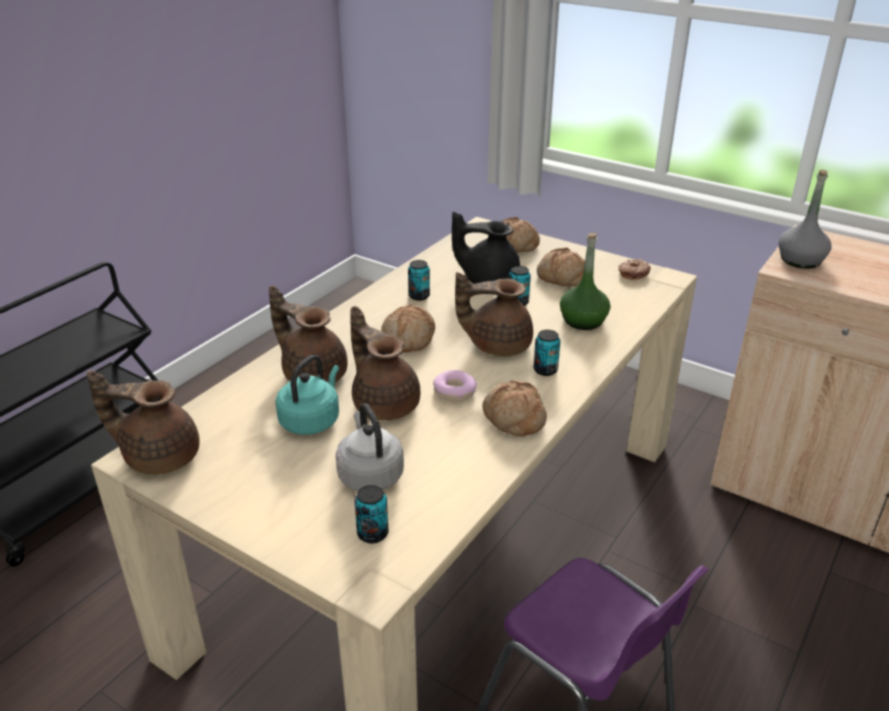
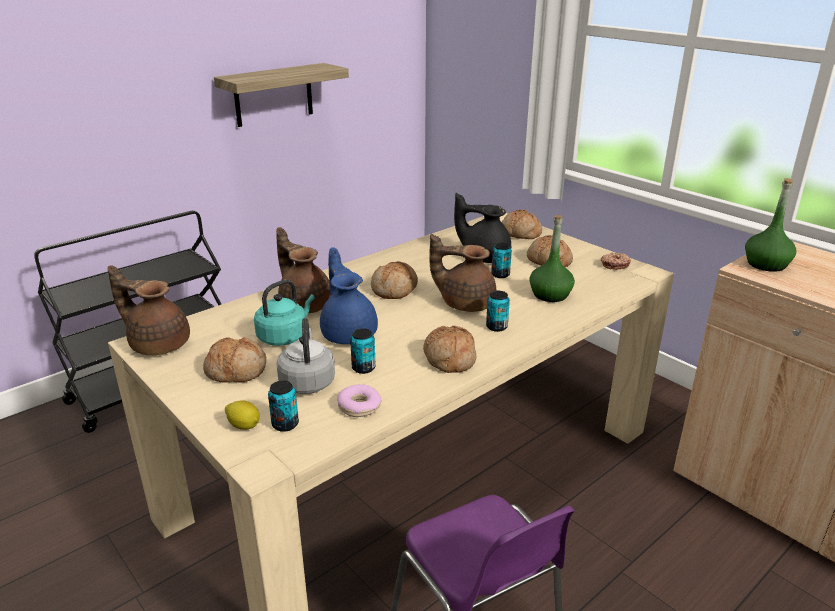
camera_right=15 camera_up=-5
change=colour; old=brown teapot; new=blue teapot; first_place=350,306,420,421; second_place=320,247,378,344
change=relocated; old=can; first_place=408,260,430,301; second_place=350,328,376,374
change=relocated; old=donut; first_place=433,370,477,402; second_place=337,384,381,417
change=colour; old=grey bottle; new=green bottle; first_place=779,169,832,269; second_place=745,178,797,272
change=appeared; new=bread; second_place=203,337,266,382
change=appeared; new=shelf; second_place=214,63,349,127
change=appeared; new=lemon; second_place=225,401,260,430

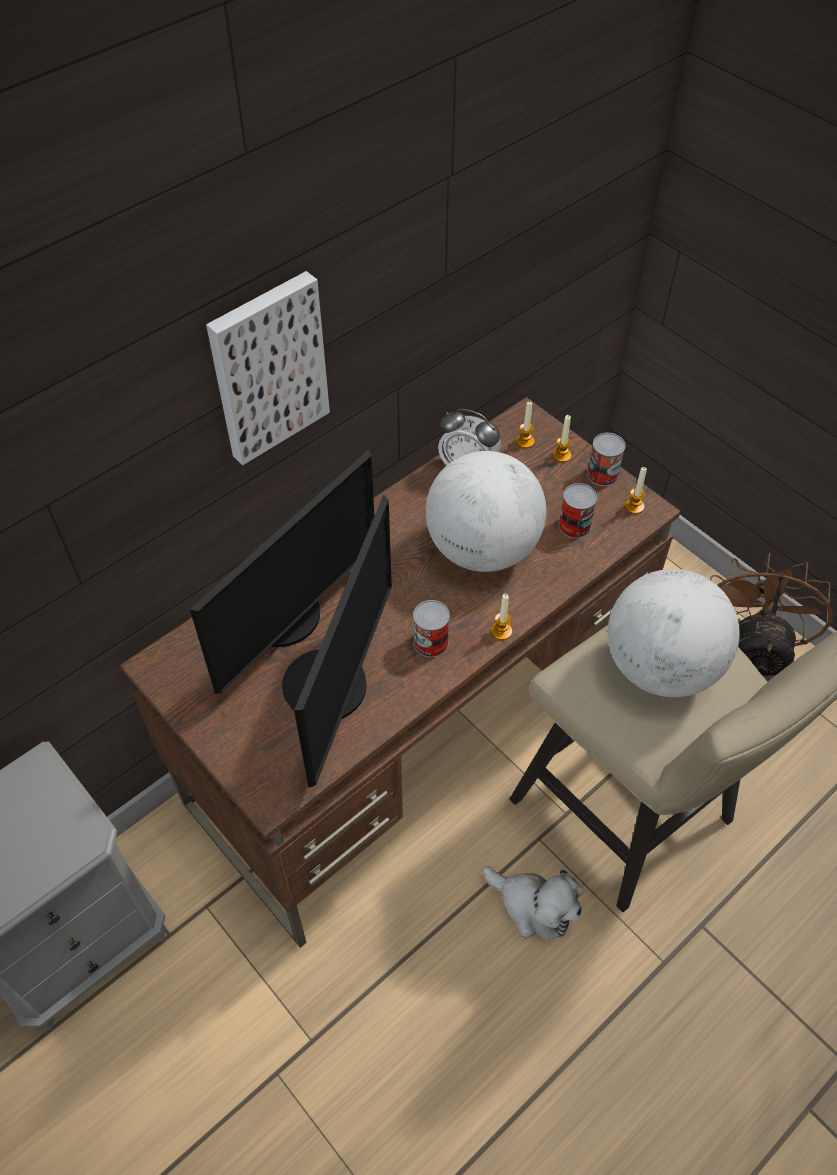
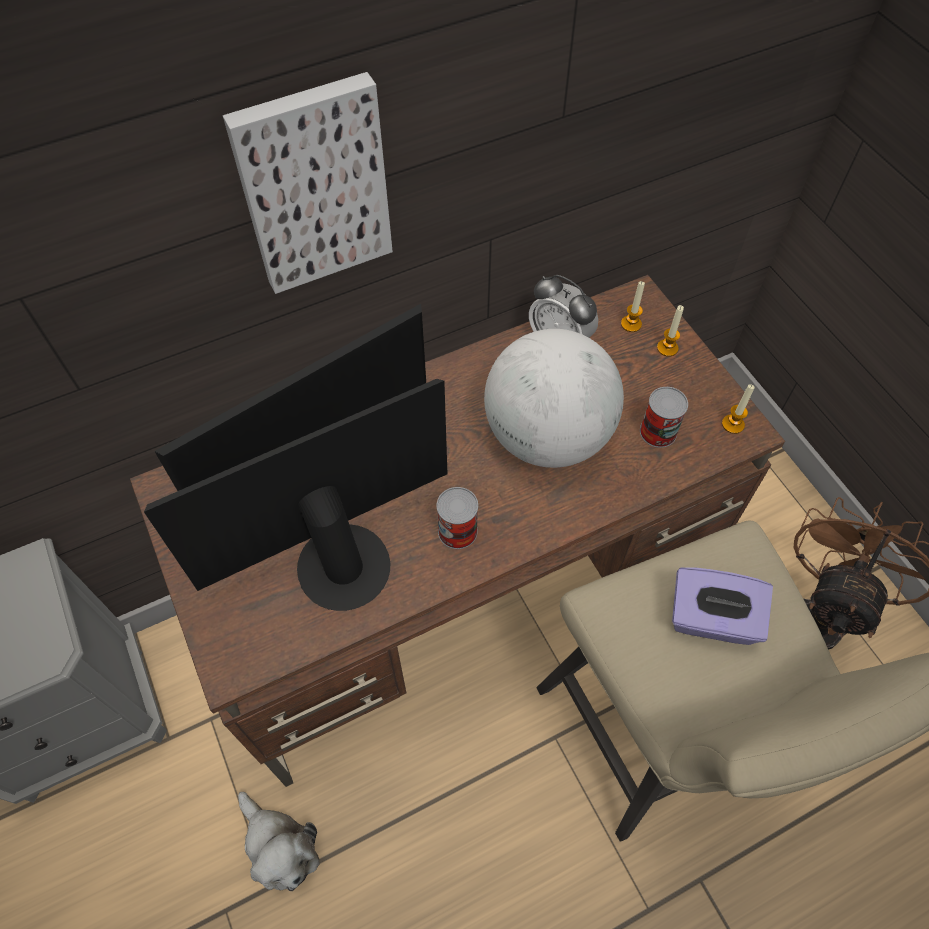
camera_right=15 camera_up=5
change=spun; old=monitor; first_place=282,494,392,788; second_place=144,379,447,611; degrees=-150
change=relocated; old=plush toy; first_place=483,866,583,940; second_place=238,792,320,891
change=missing; old=candle; first_place=491,594,512,640
change=missing; old=can; first_place=587,433,625,486
change=exchanged; old=globe; new=purple tissue box; first_place=608,569,740,697; second_place=672,567,773,645

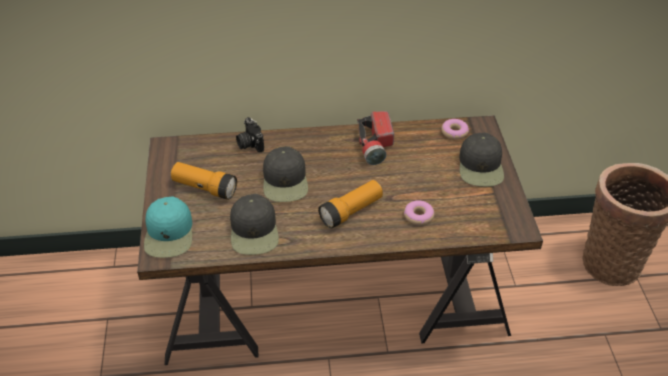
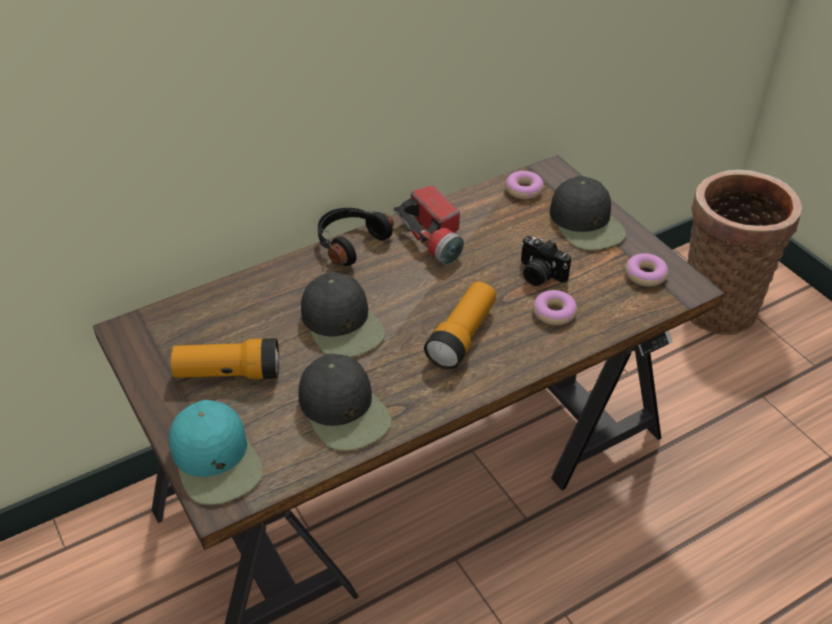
camera_right=-25 camera_up=0
change=relocated; old=photo camera; first_place=236,117,264,152; second_place=521,236,571,286
change=appeared; new=black headphones; second_place=318,208,394,266
change=appeared; new=donut; second_place=625,253,668,287

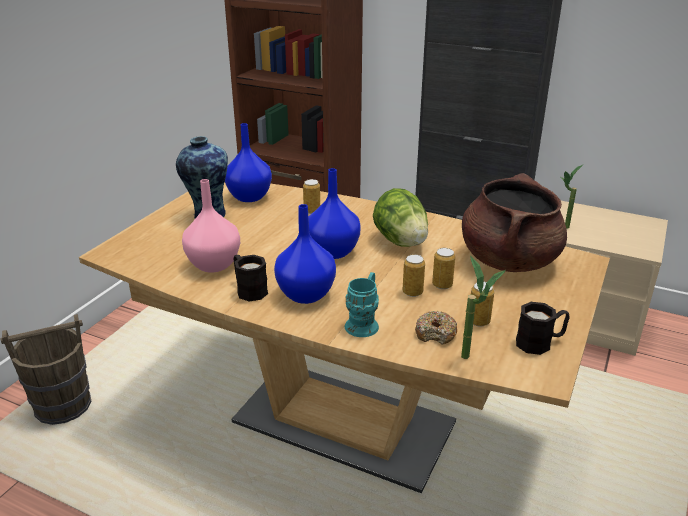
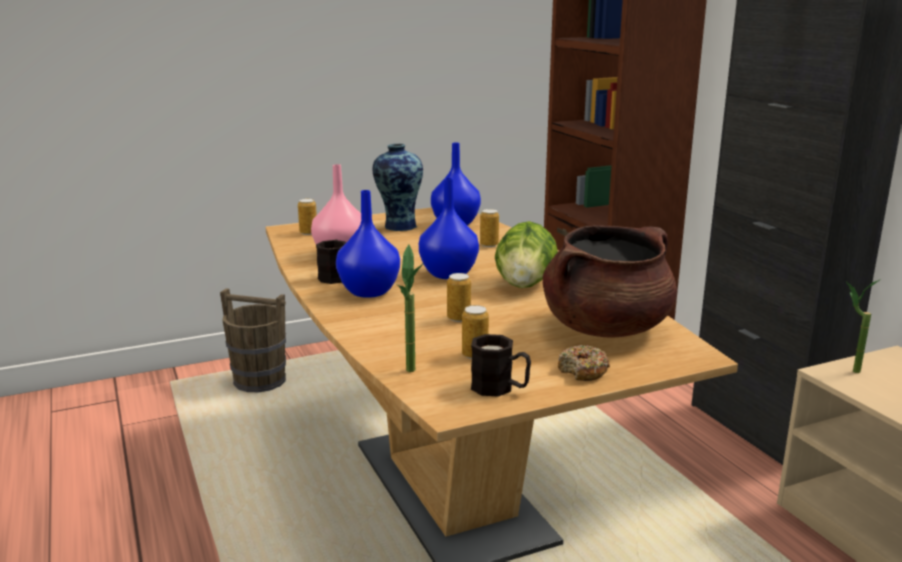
camera_right=40 camera_up=-10
change=missing; old=turquoise mug; first_place=345,272,379,337
change=relocated; old=donut; first_place=415,311,457,345; second_place=558,345,610,381
change=relocated; old=can; first_place=432,248,455,289; second_place=298,198,317,235

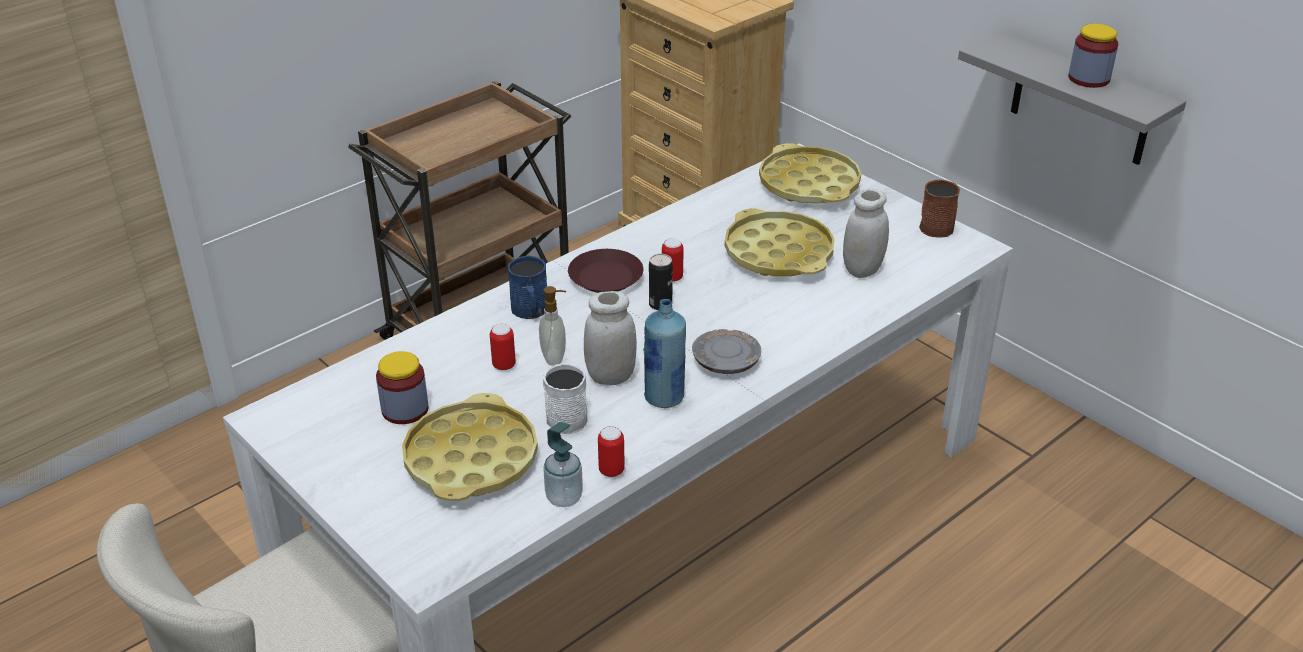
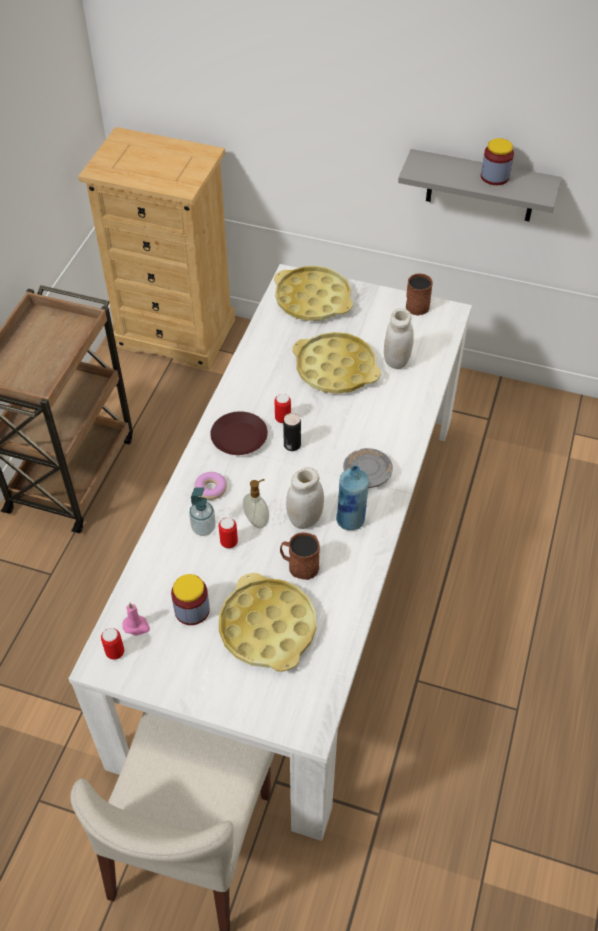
camera_right=-30 camera_up=15
change=exchanged; old=blue mug; new=donut; first_place=508,256,547,319; second_place=194,472,227,500
change=colour; old=white mug; new=brown mug; first_place=543,363,587,434; second_place=280,532,320,580
change=relocated; old=soap dispenser; first_place=543,422,583,507; second_place=189,487,216,536
change=relocated; old=can; first_place=598,426,625,477; second_place=101,628,124,660
change=appeared; new=pink candle; second_place=122,603,150,636

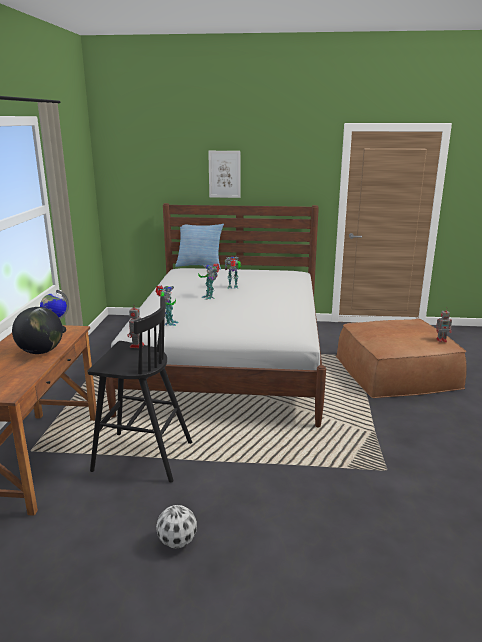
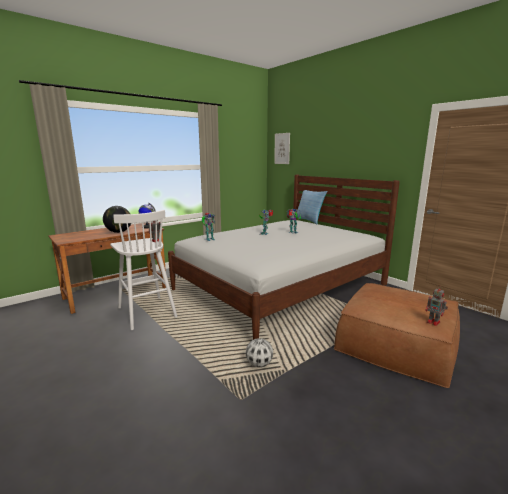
camera_right=45 camera_up=-5
change=colour; old=black stool; new=white stool; first_place=88,296,192,483; second_place=110,210,178,330
change=relocated; old=football; first_place=156,505,197,548; second_place=246,338,273,368
change=relocated; old=picture; first_place=208,151,240,198; second_place=274,133,290,164

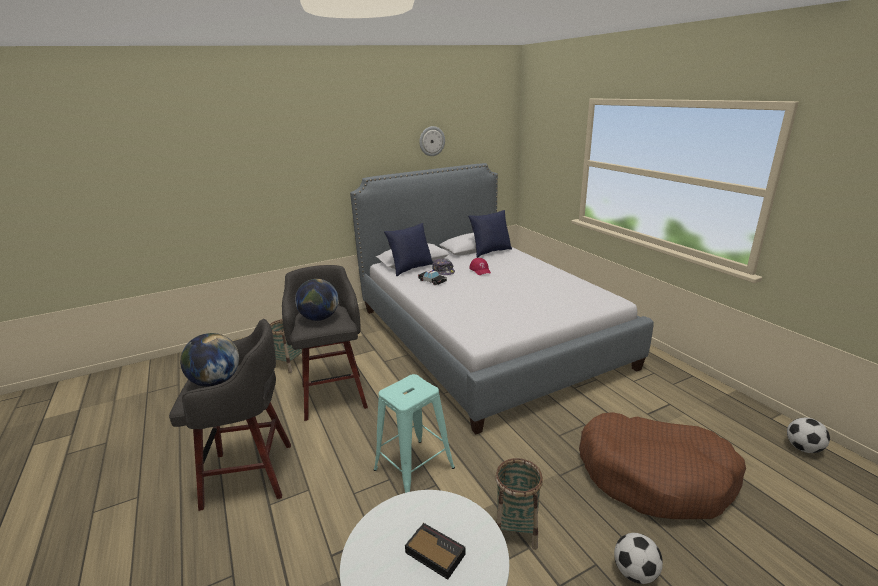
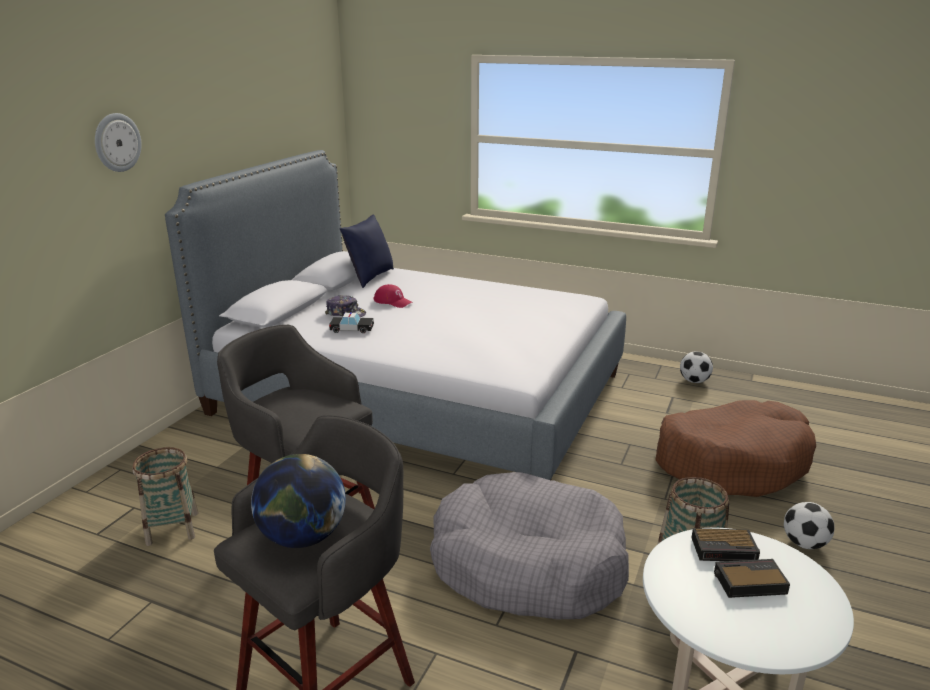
camera_right=-40 camera_up=0
change=missing; old=globe; first_place=295,279,339,321
change=exchanged; old=turquoise stool; new=grey dog bed; first_place=374,374,455,493; second_place=430,472,629,619
change=missing; old=blue pillow; first_place=384,223,433,276
change=relocated; old=wall clock; first_place=419,126,445,156; second_place=95,113,142,172
change=relocated; old=football; first_place=787,417,830,453; second_place=680,351,713,383
change=appeared; new=alarm clock; second_place=691,528,760,561

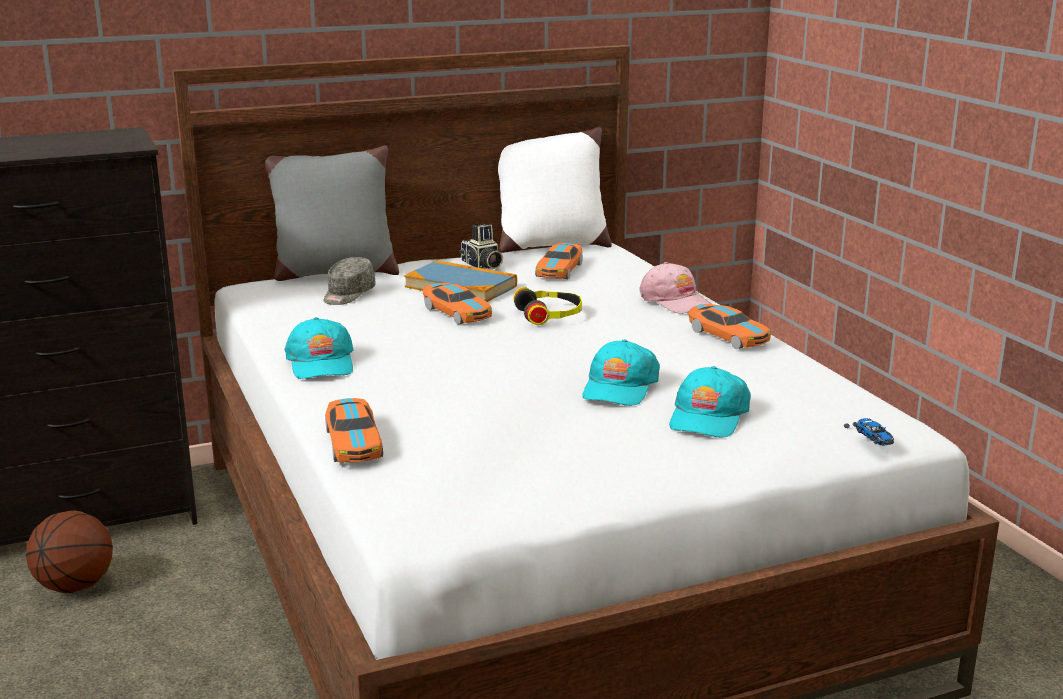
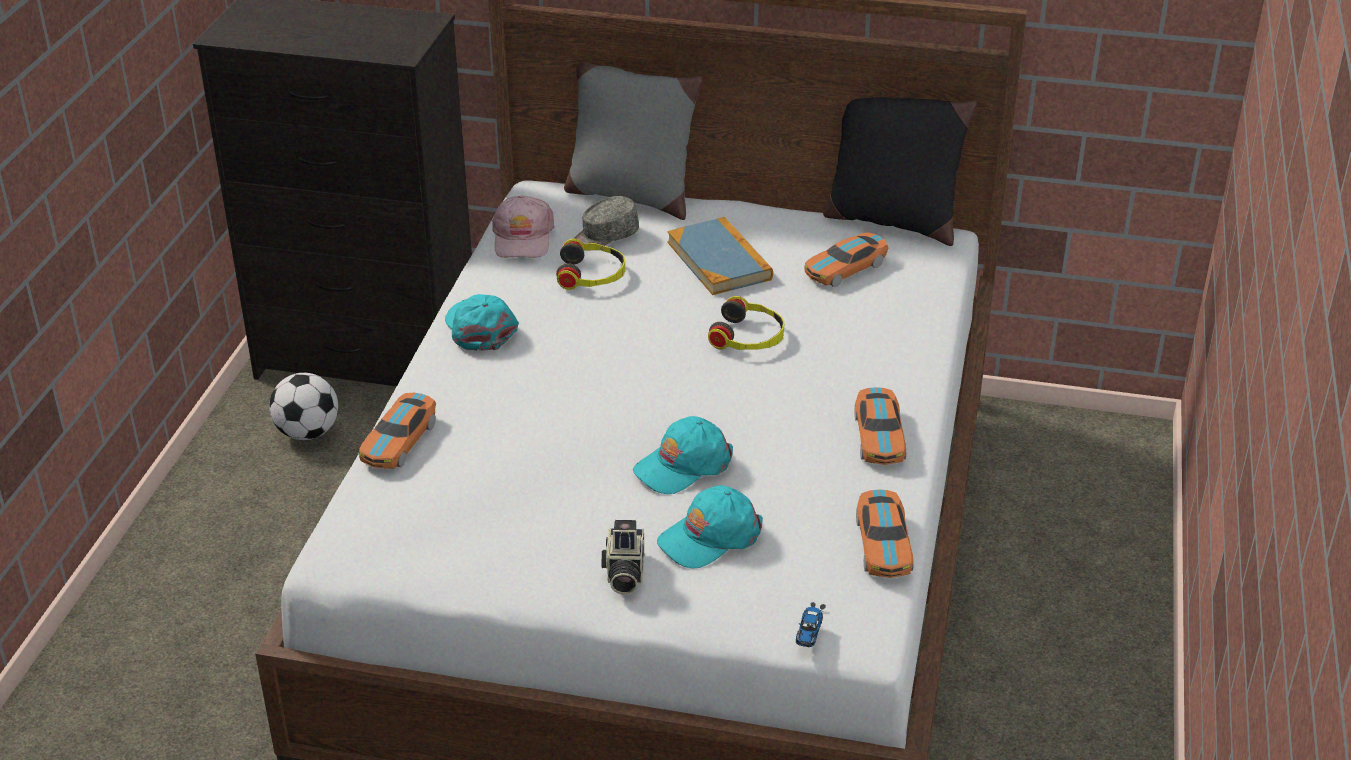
camera_right=35 camera_up=15
change=exchanged; old=basketball; new=football; first_place=26,510,113,593; second_place=269,373,338,440
change=spun; old=turquoise cap; first_place=284,317,353,379; second_place=445,294,519,351; degrees=135
change=relocated; old=toy car; first_place=422,283,492,324; second_place=856,489,914,578
change=relocated; old=photo camera; first_place=459,224,503,269; second_place=601,520,645,594
change=colour; old=white pillow; new=black pillow; first_place=498,127,612,252; second_place=823,97,977,246
change=relocated; old=pink cap; first_place=639,262,712,314; second_place=492,196,554,258
change=appeared; new=headphones; second_place=556,239,625,290

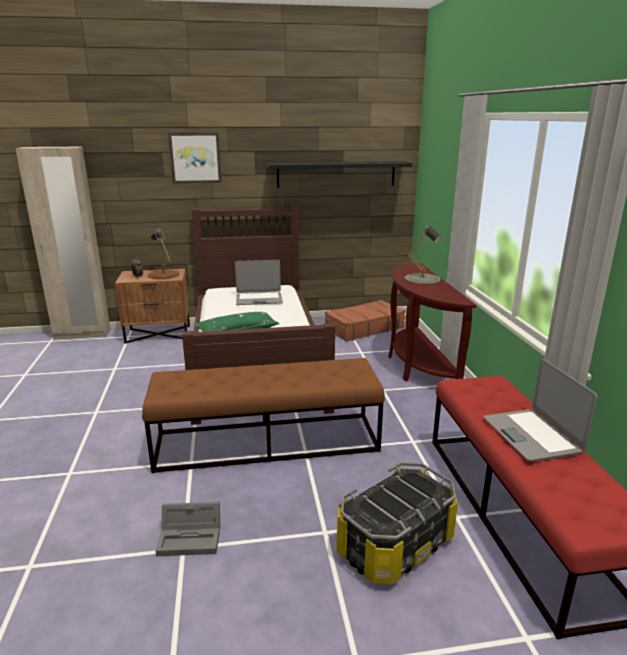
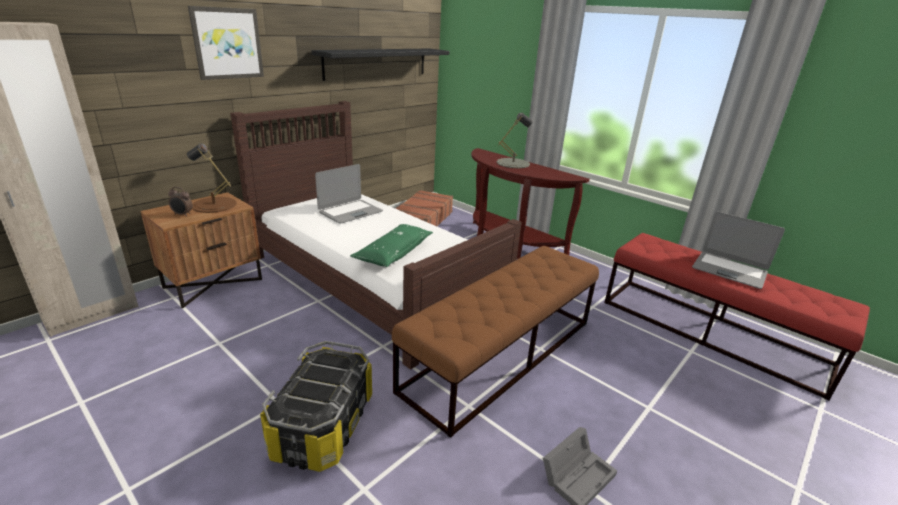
camera_right=-40 camera_up=5
change=relocated; old=storage box; first_place=336,462,458,584; second_place=260,341,372,472

